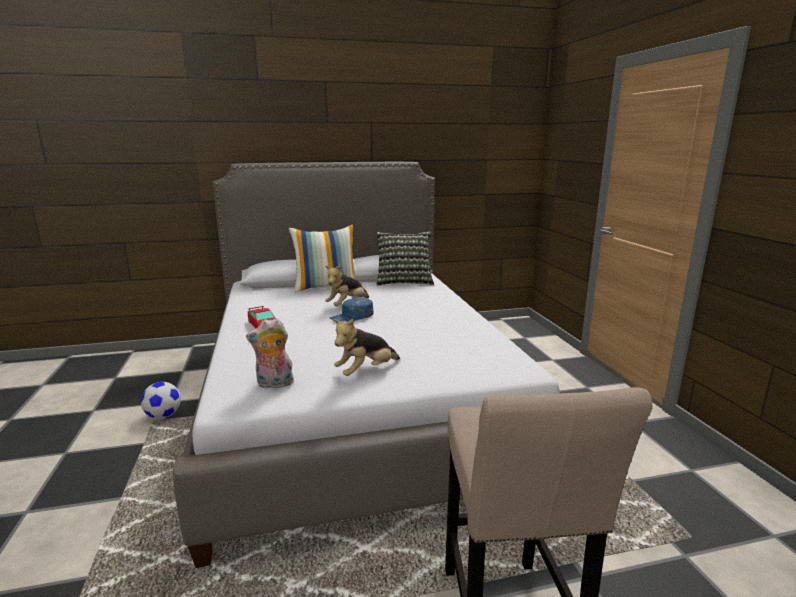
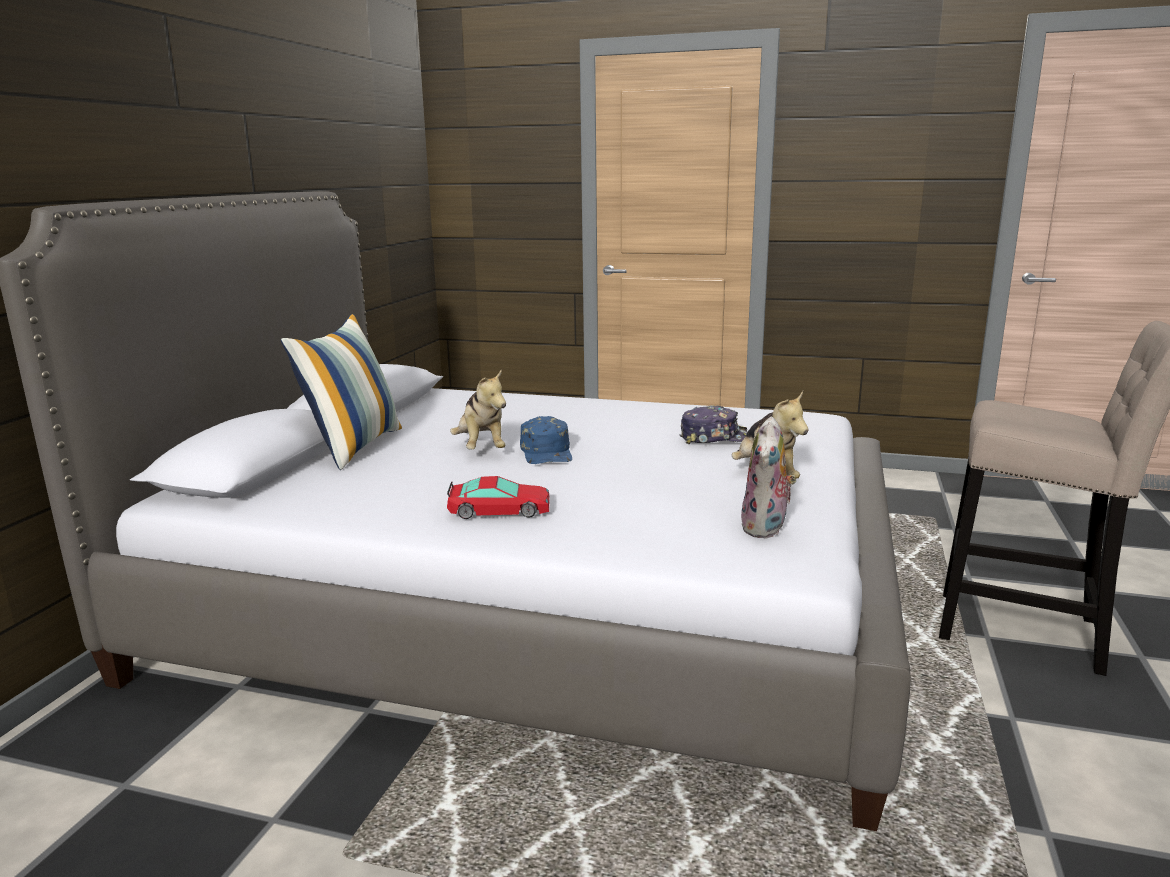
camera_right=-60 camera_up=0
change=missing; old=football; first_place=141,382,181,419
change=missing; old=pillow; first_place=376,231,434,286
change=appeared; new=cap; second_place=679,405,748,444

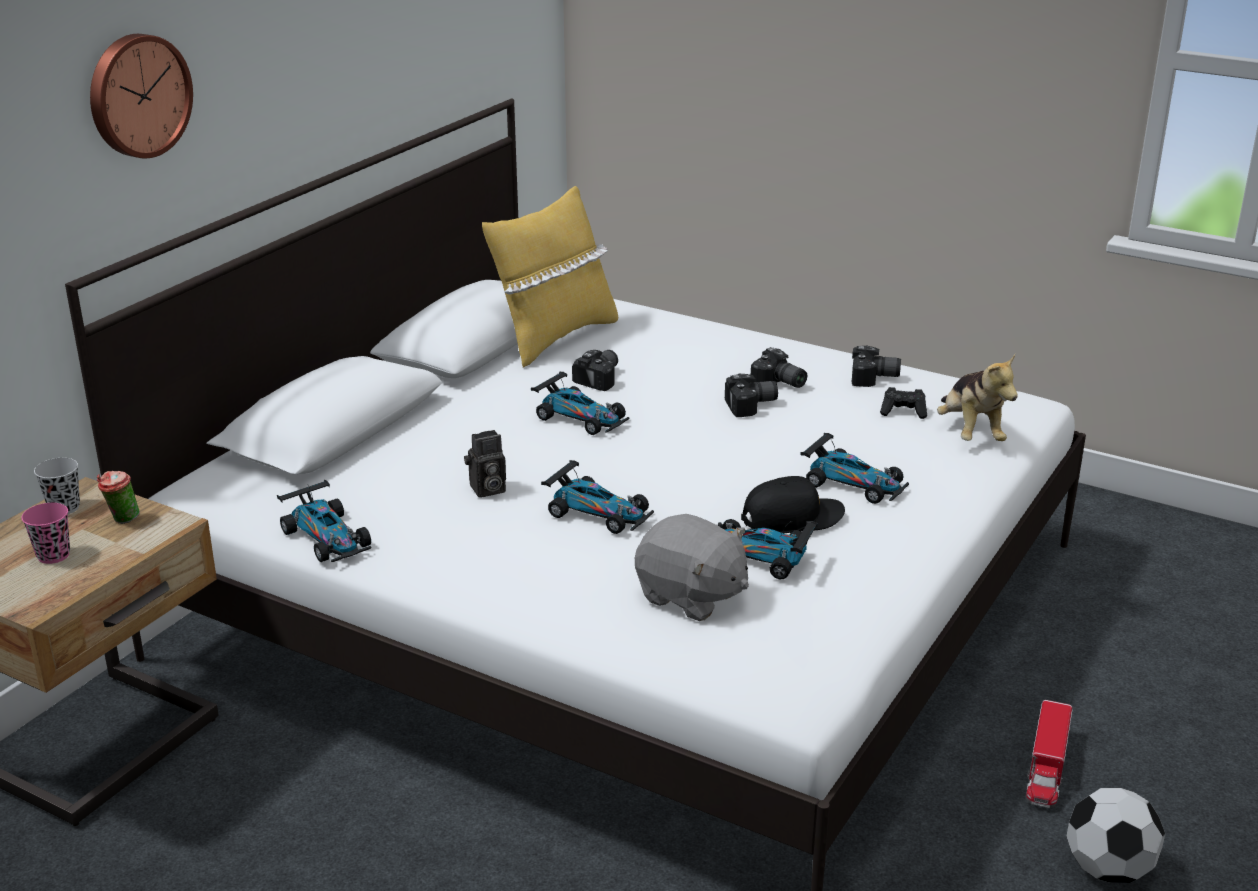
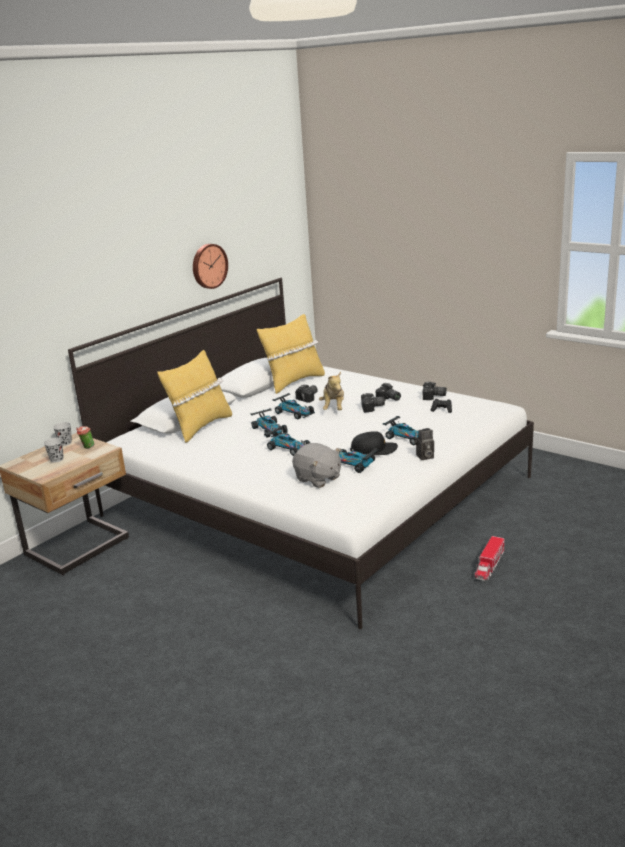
camera_right=10 camera_up=-5
change=colour; old=pink cup; new=black cup; first_place=21,503,70,564; second_place=44,438,64,463
change=relocated; old=wall clock; first_place=90,34,193,158; second_place=193,244,228,289
change=relocated; old=toy car; first_place=277,480,371,562; second_place=250,408,287,438
change=relocated; old=photo camera; first_place=464,430,506,498; second_place=414,428,434,460
change=relocated; old=plush toy; first_place=937,354,1018,441; second_place=319,372,344,410
change=missing; old=football; first_place=1066,788,1165,883
change=appeared; new=yellow pillow; second_place=157,350,232,443

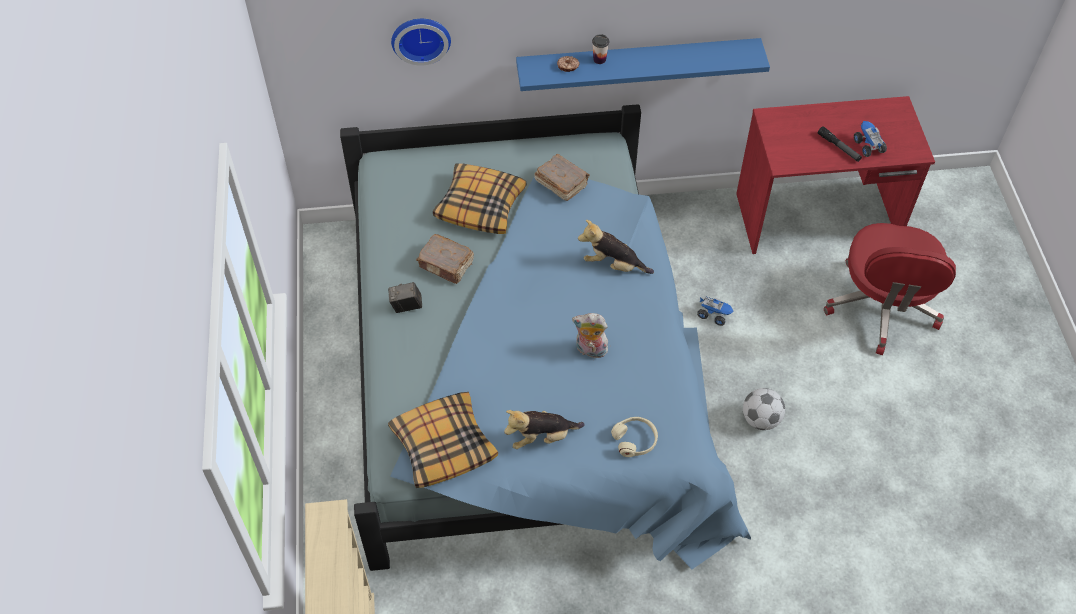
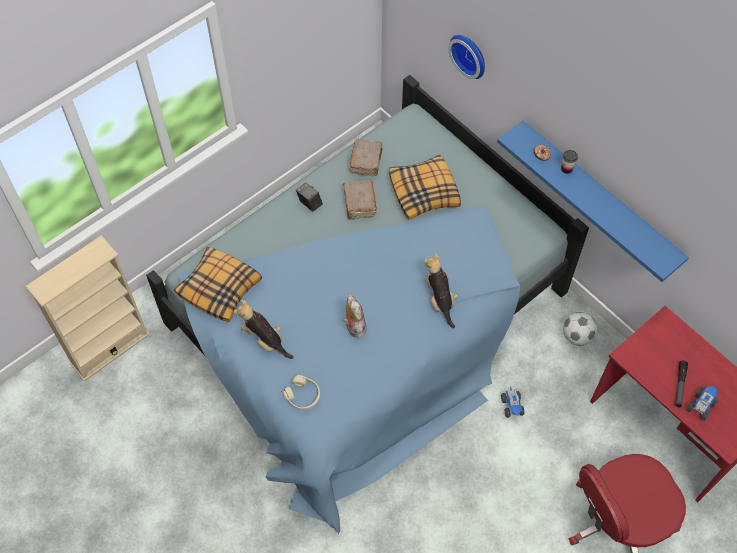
camera_right=55 camera_up=5
change=relocated; old=brown book; first_place=534,154,590,201; second_place=349,139,383,176
change=relocated; old=football; first_place=743,388,785,430; second_place=563,312,597,346

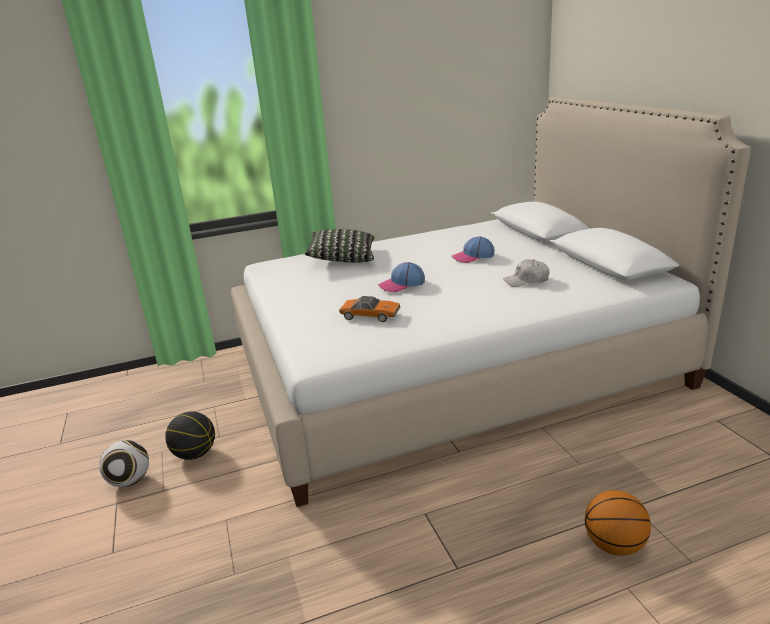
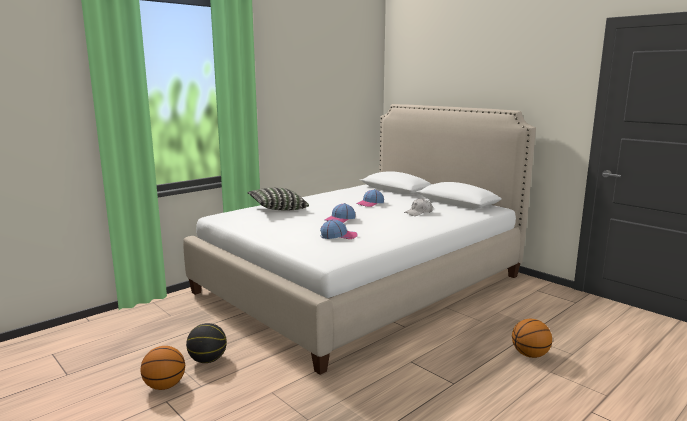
camera_right=-25 camera_up=-10
change=exchanged; old=football; new=basketball; first_place=99,440,149,487; second_place=140,346,185,390
change=exchanged; old=toy car; new=cap; first_place=339,296,400,322; second_place=320,220,357,239

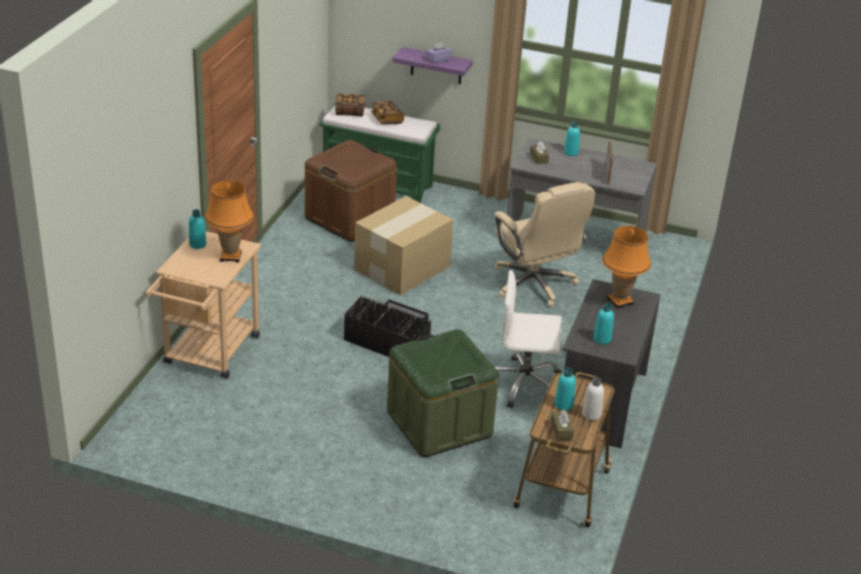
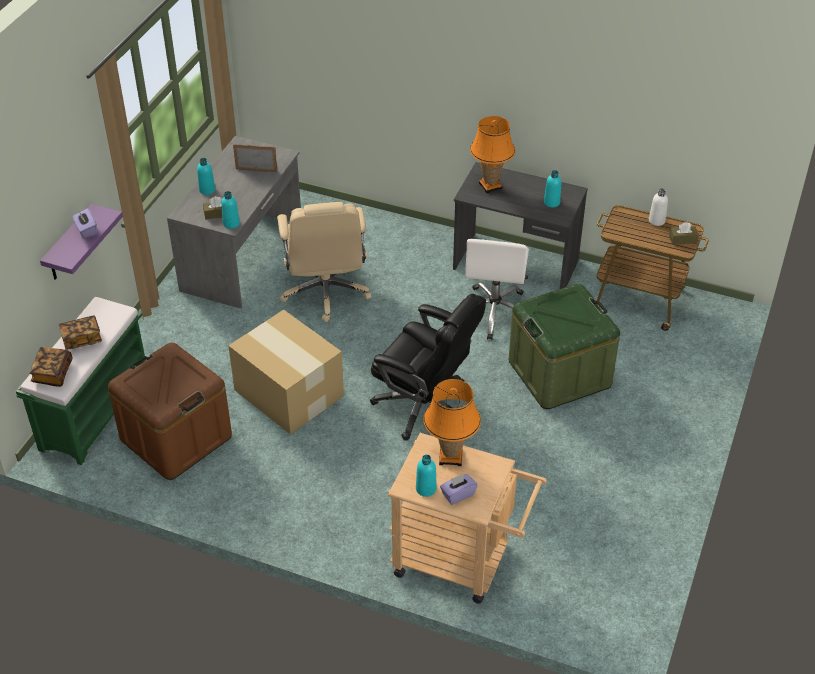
camera_right=-85 camera_up=10
change=exchanged; old=black storage box; new=black office chair; first_place=344,295,431,357; second_place=370,294,486,441
change=spun; old=beige office chair; first_place=494,182,595,307; second_place=277,202,371,322; degrees=105
change=relocated; old=turquoise bottle; first_place=554,368,576,411; second_place=221,191,240,229
change=appeared; new=purple tissue box; second_place=440,474,478,505

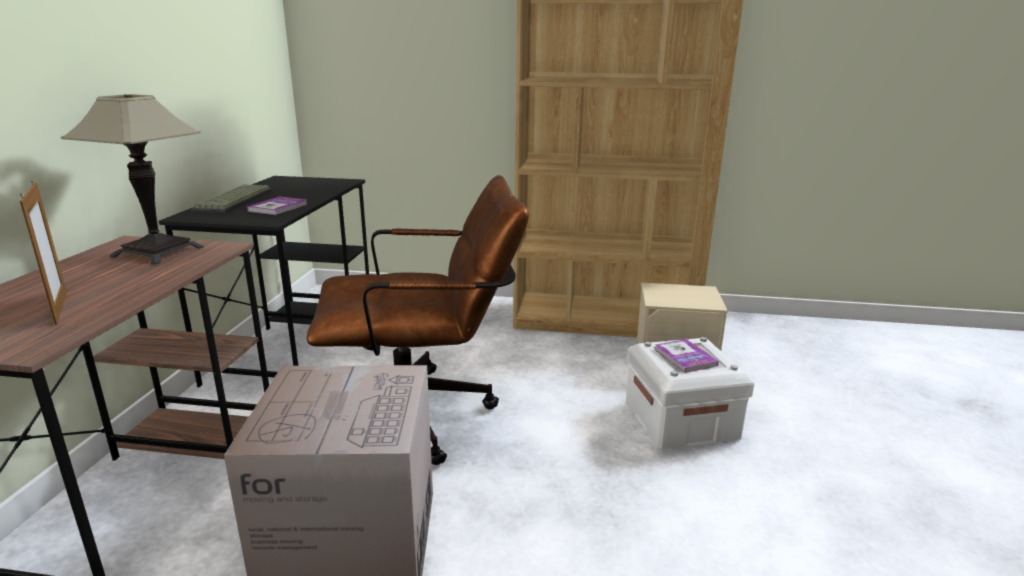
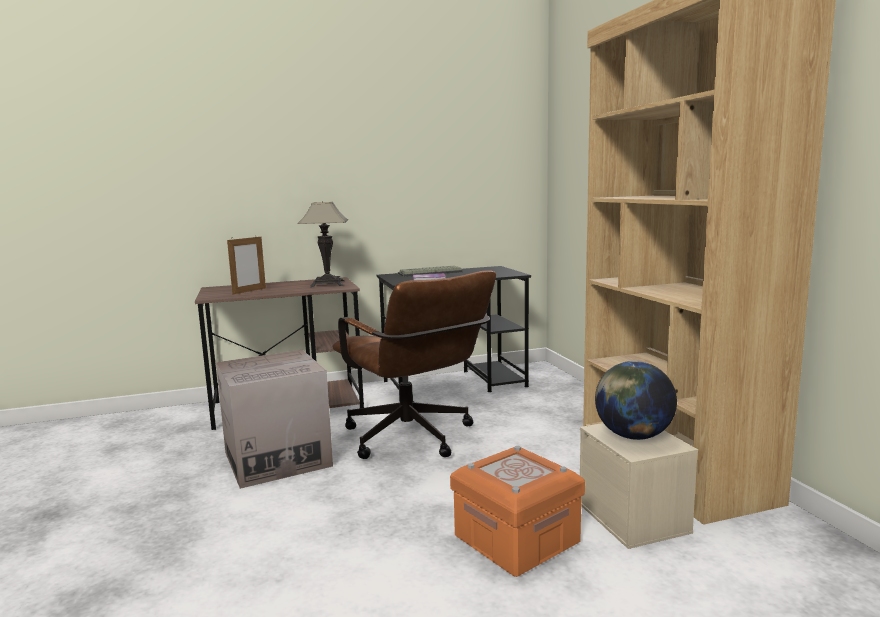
camera_right=65 camera_up=-10
change=colour; old=white storage box; new=orange storage box; first_place=626,337,755,449; second_place=450,446,585,577
change=missing; old=book; first_place=654,339,719,373
change=appeared; new=globe; second_place=595,361,677,440

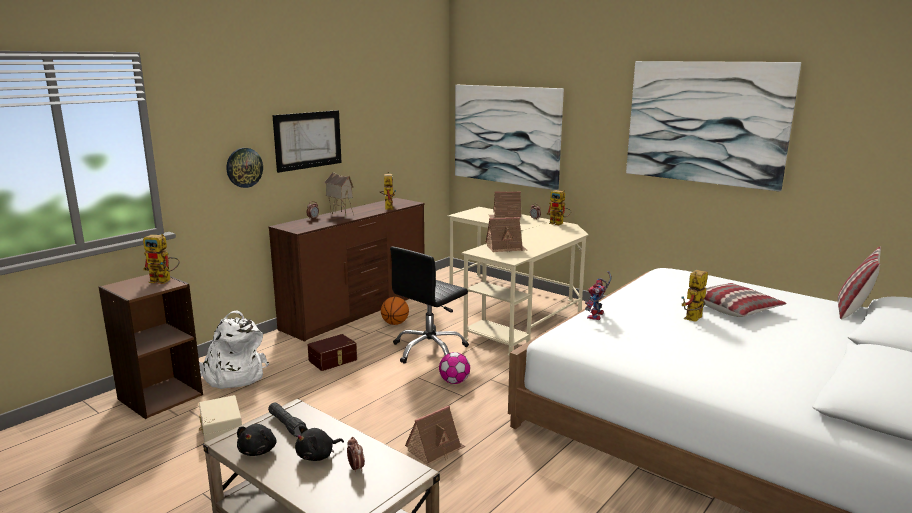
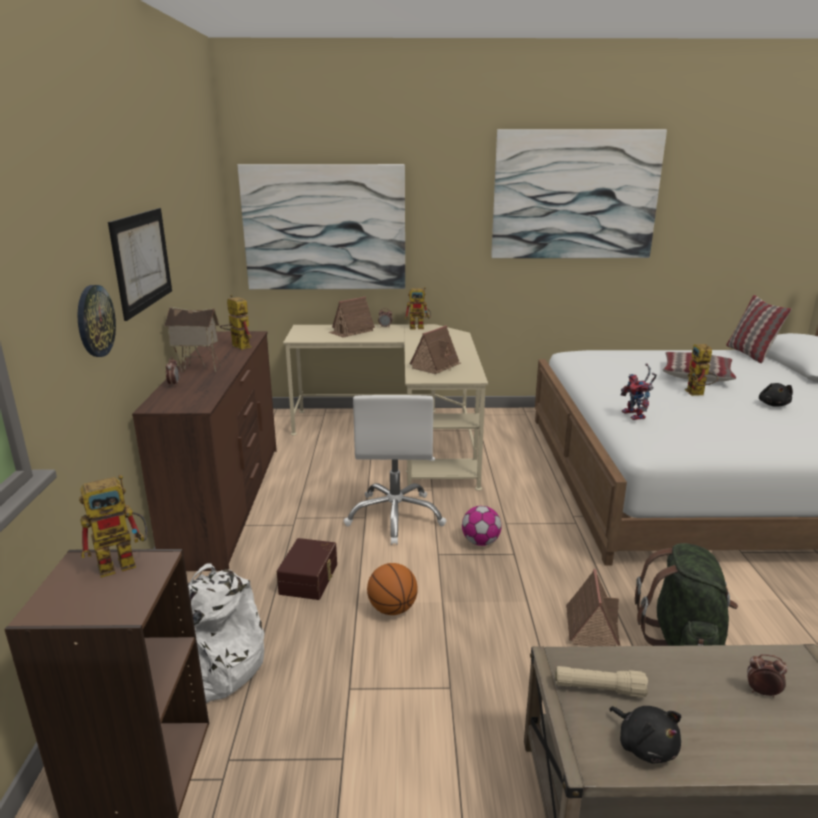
camera_right=-40 camera_up=5
change=missing; old=beige storage box; first_place=199,395,242,443
change=colour; old=black flashlight; new=beige flashlight; first_place=268,403,306,437; second_place=555,666,648,698
change=relocated; old=black plush toy; first_place=295,426,344,461; second_place=759,383,793,407
change=relocated; old=basketball; first_place=381,297,409,325; second_place=367,563,418,615
change=colour; old=black office chair; new=white office chair; first_place=390,247,469,364; second_place=344,395,446,545
change=appeared; new=green backpack; second_place=635,543,738,646

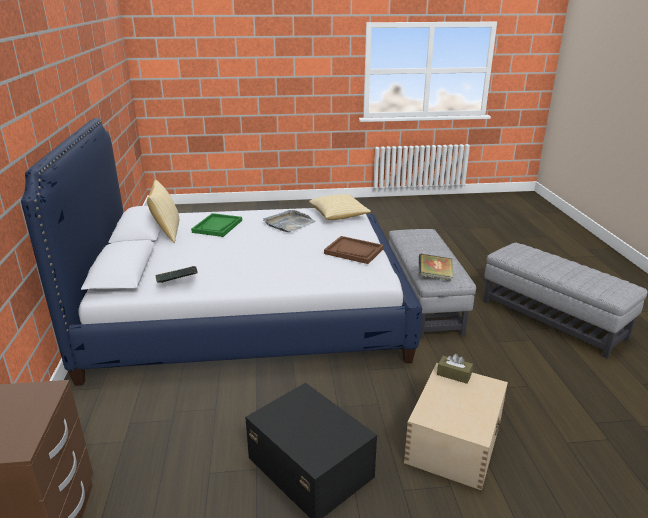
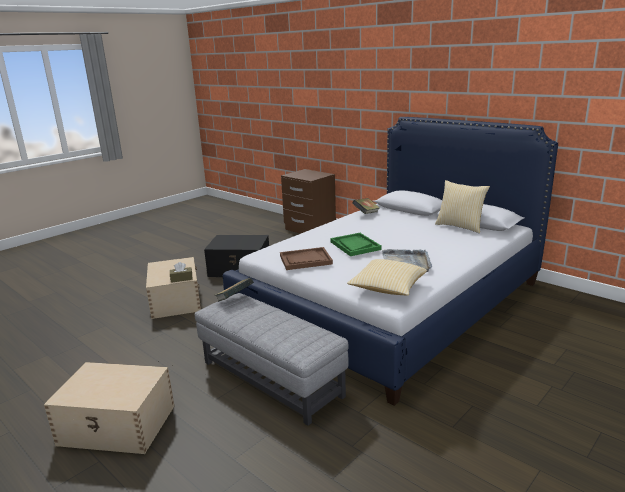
camera_right=140 camera_up=-5
change=relocated; old=green tray; first_place=191,213,242,237; second_place=330,233,382,256
change=exchanged; old=grey ottoman; new=beige storage box; first_place=483,243,648,358; second_place=44,362,174,454

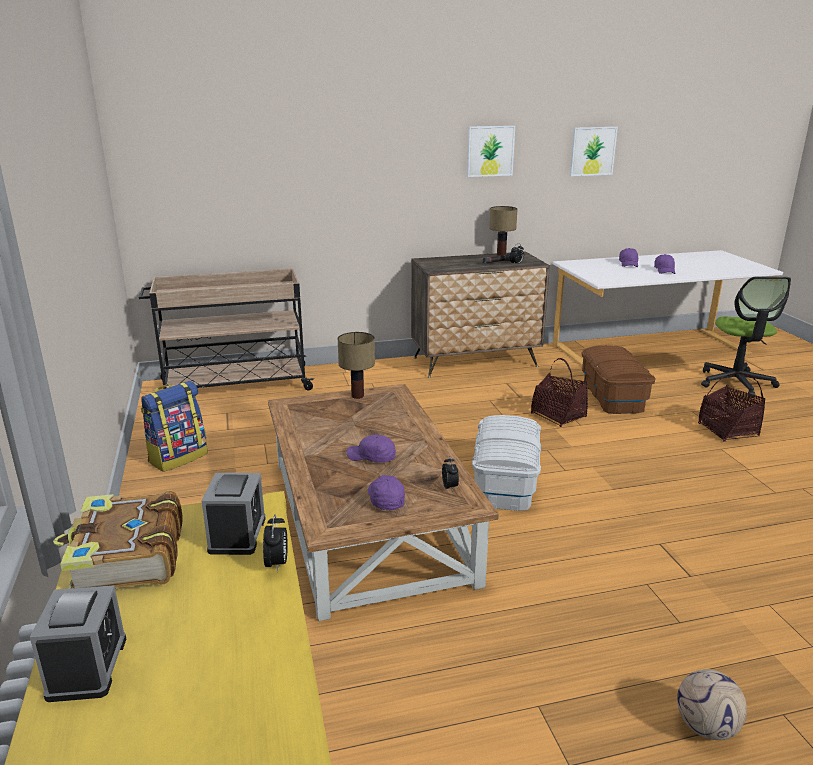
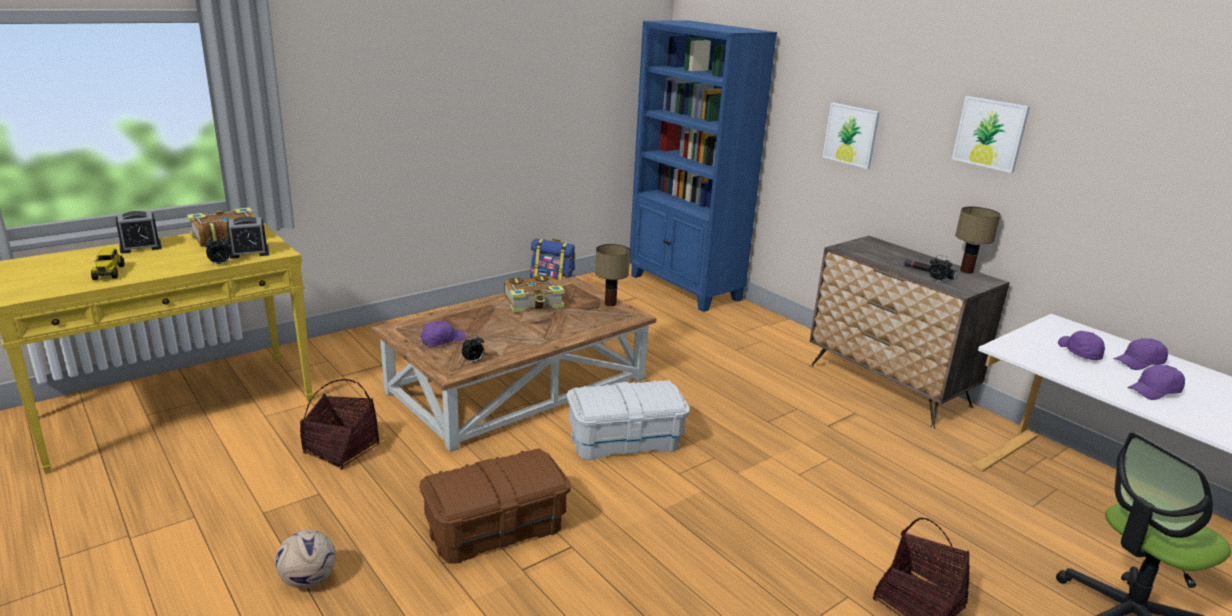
camera_right=65 camera_up=0
change=exchanged; old=beige cart; new=blue bookcase; first_place=139,268,314,391; second_place=630,20,777,312
change=relocated; old=purple cap; first_place=347,435,396,463; second_place=1058,331,1105,360
change=relocated; old=basket; first_place=531,358,588,427; second_place=300,379,379,470
change=relocated; old=picture; first_place=570,127,618,176; second_place=823,103,880,169
change=relocated; old=brown storage box; first_place=582,345,656,414; second_place=419,448,571,564
change=appeared; new=toy truck; second_place=91,248,125,280
change=appeared; new=book; second_place=504,275,565,313

